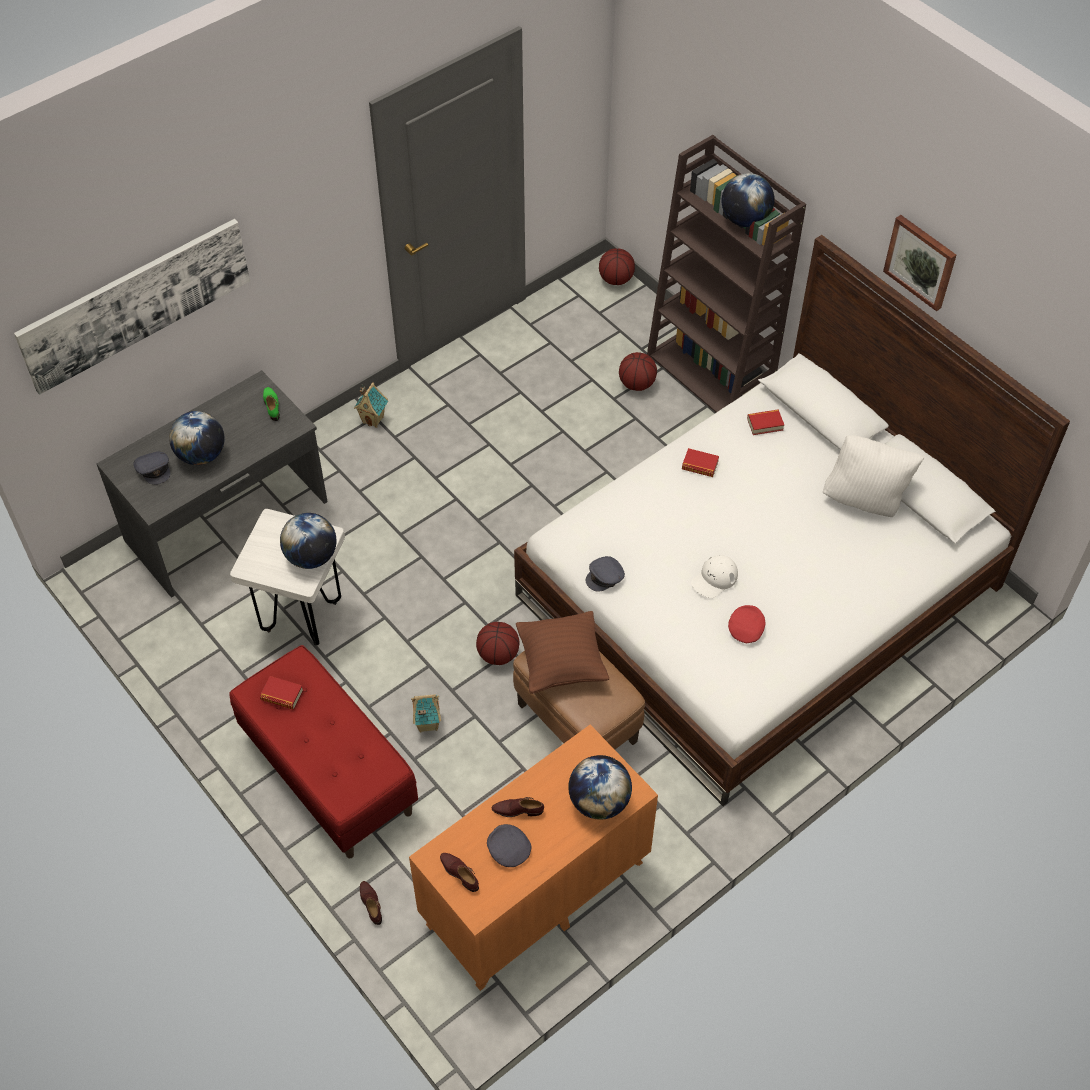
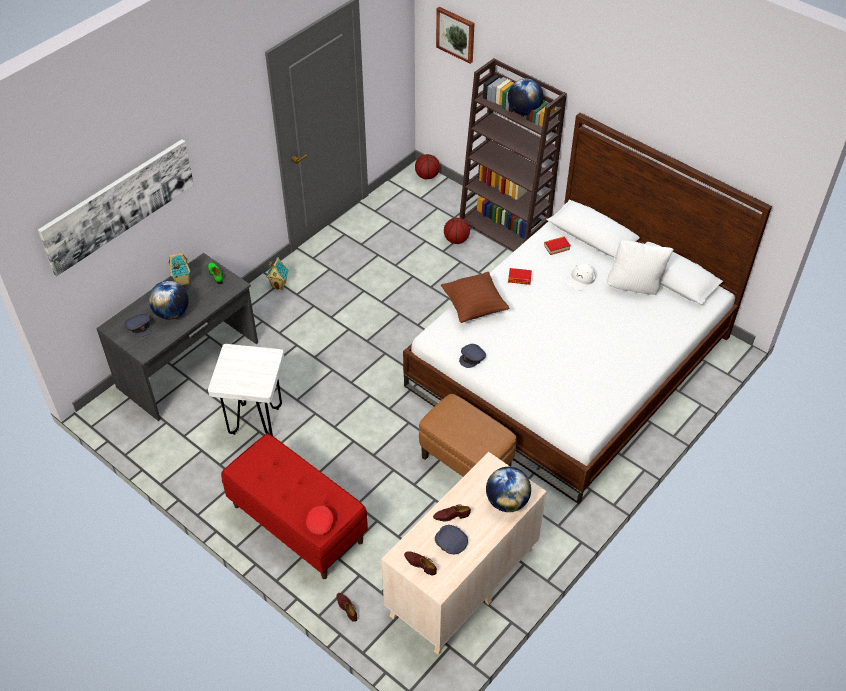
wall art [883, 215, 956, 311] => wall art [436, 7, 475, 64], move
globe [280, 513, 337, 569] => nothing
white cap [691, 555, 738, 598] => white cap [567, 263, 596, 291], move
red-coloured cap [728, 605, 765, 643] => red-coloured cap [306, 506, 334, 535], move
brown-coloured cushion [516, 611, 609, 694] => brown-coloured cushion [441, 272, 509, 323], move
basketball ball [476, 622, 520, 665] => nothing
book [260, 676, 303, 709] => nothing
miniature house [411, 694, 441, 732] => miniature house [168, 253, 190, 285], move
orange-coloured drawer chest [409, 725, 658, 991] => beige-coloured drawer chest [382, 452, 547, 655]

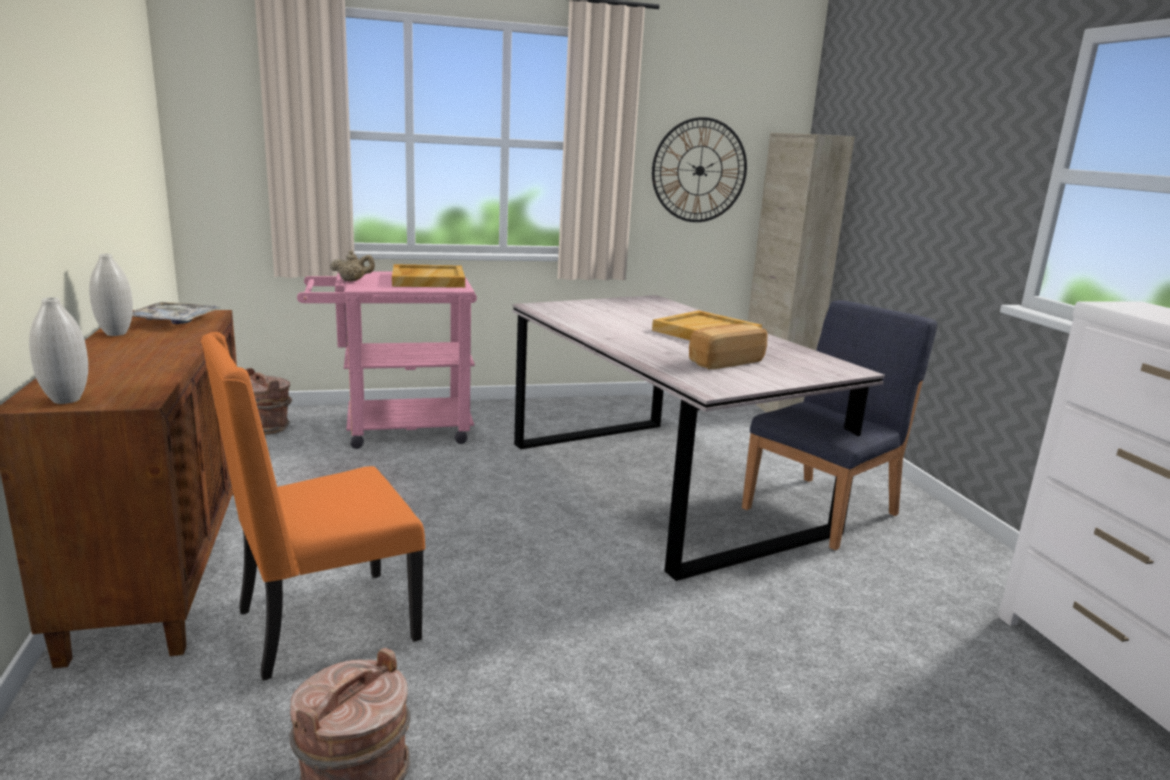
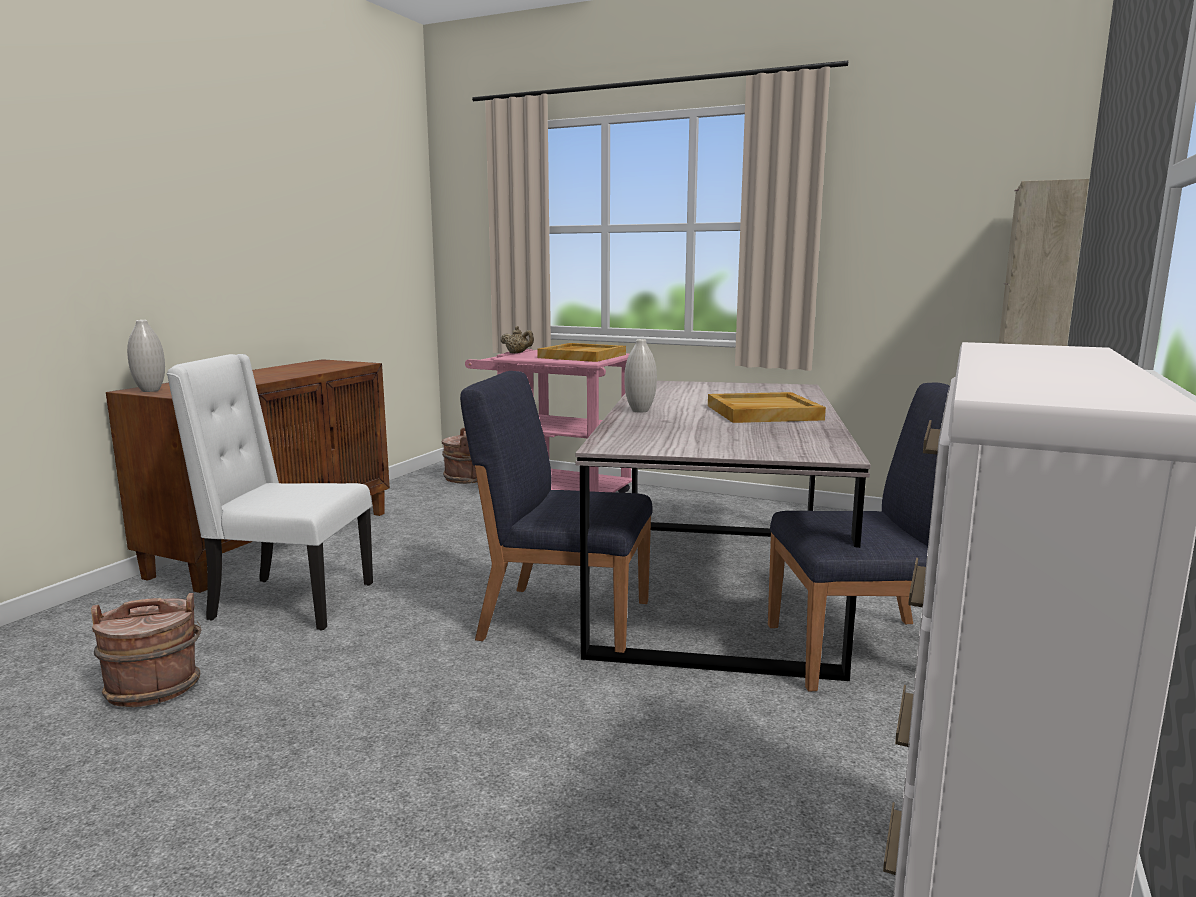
wall clock [652, 117, 747, 222] => nothing
white flower vase [89, 254, 133, 336] => white flower vase [624, 339, 657, 413], move
carrying tray [132, 302, 220, 324] => nothing
baked bread [689, 324, 767, 369] => nothing
orange-coloured upright chair [201, 332, 425, 681] => white upright chair [167, 354, 373, 630]
nothing => blue upright chair [460, 371, 653, 653]

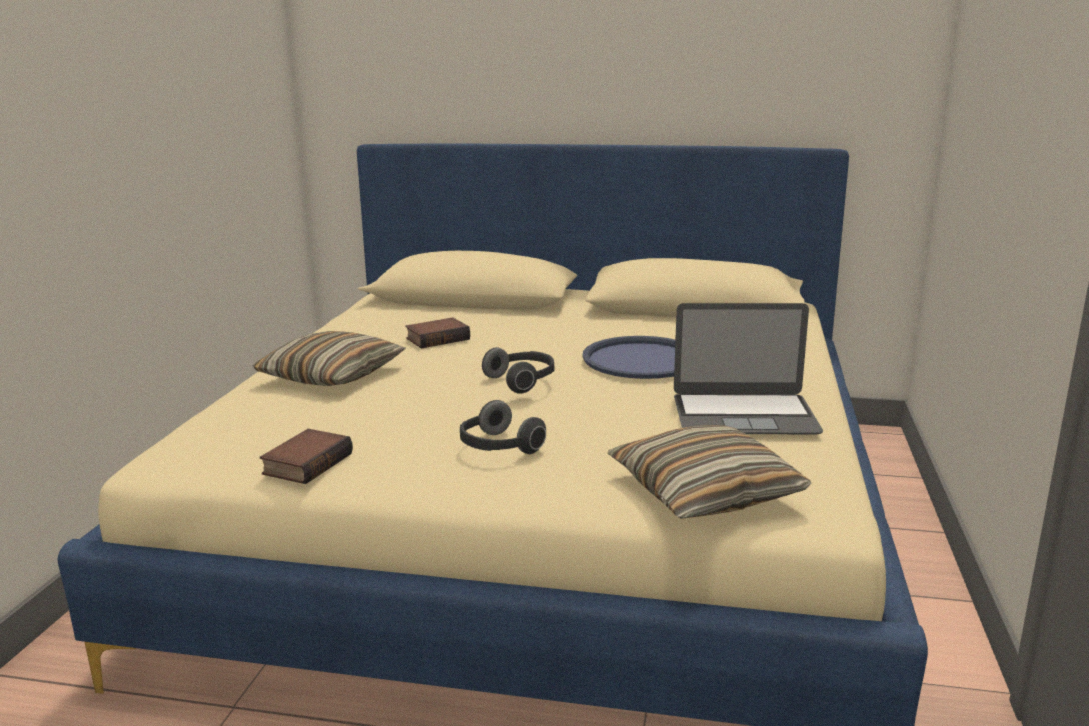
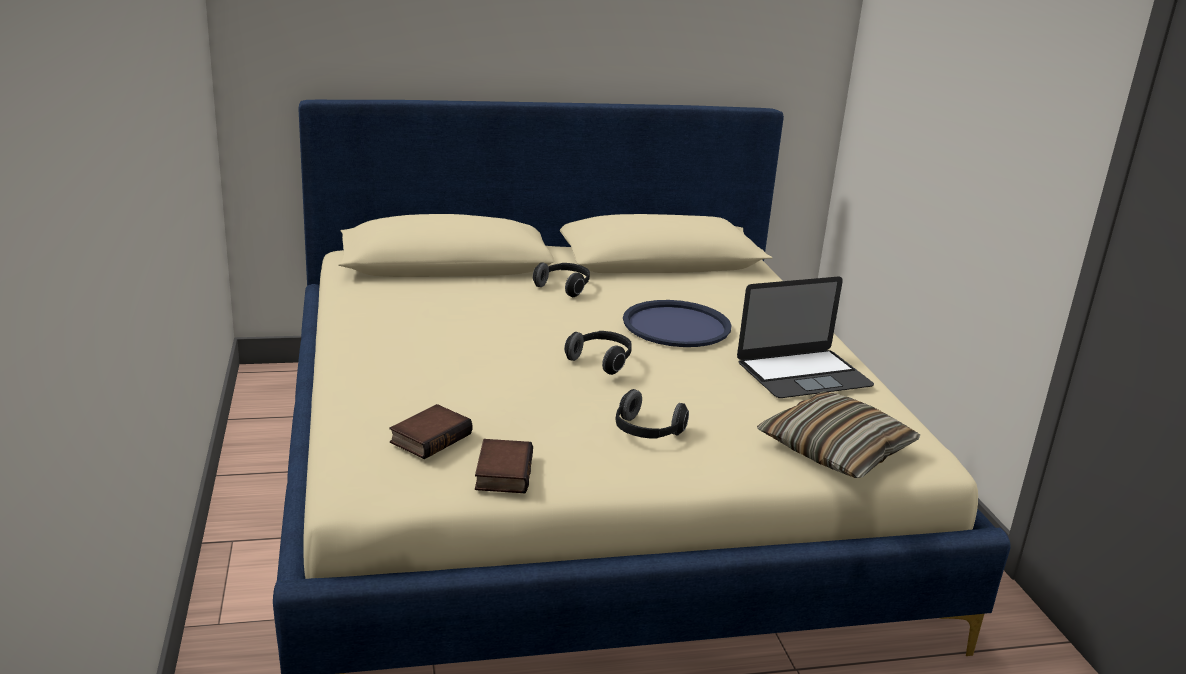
book [405, 318, 470, 349] => book [390, 404, 472, 459], move
cushion [252, 331, 406, 386] => nothing
nothing => headphones [533, 262, 590, 297]

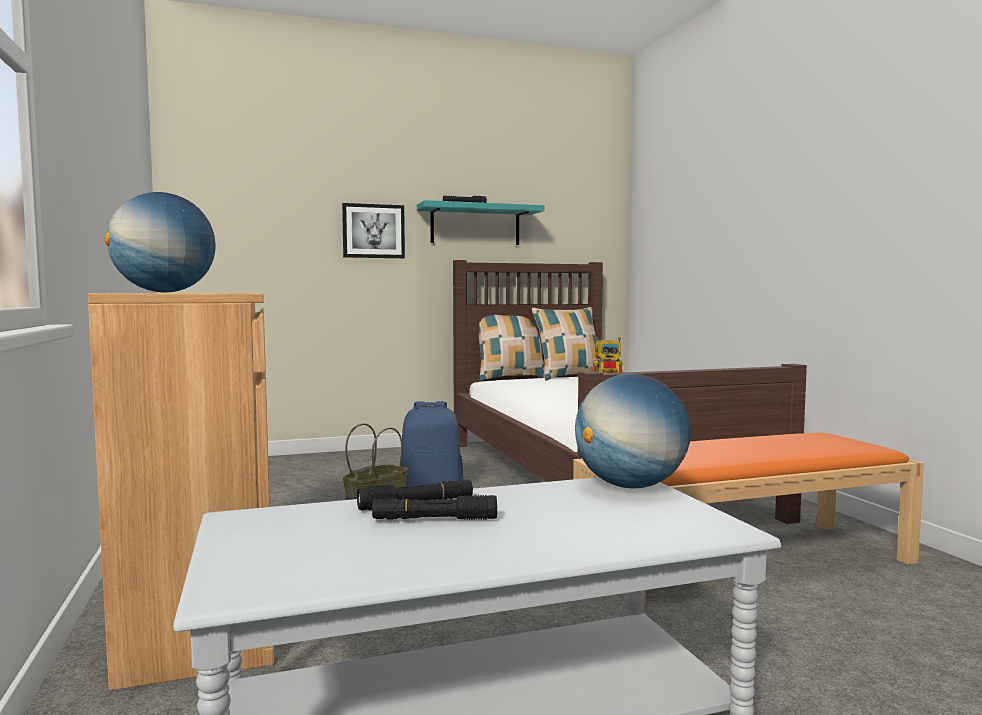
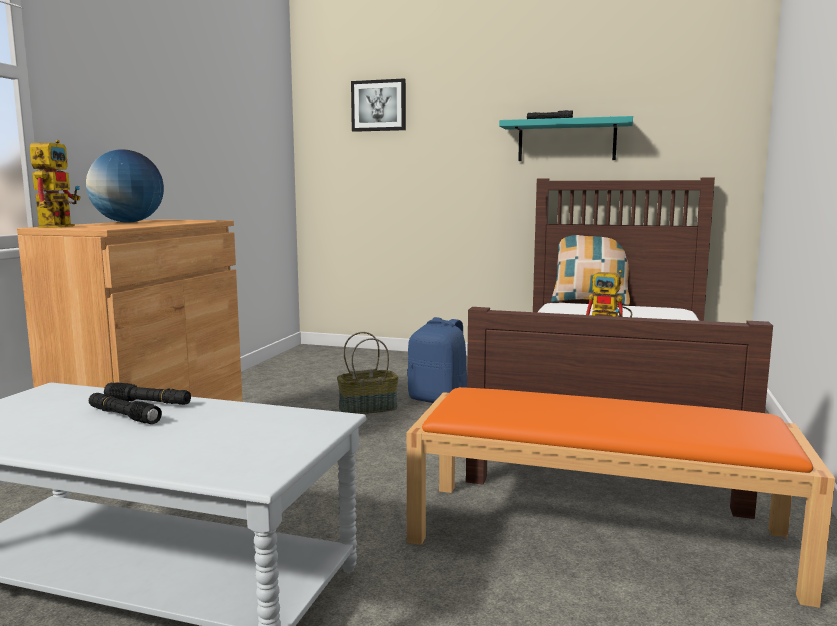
wall art [342, 203, 405, 258] => wall art [351, 78, 406, 132], move
cushion [532, 307, 601, 380] => nothing
globe [575, 374, 691, 489] => nothing
nothing => toy robot [30, 140, 81, 227]

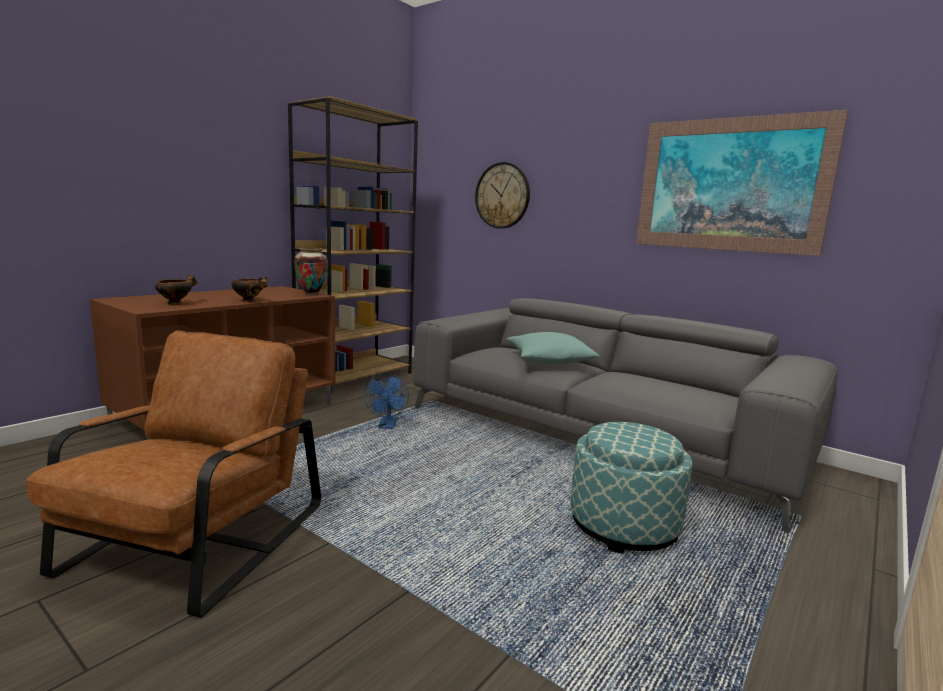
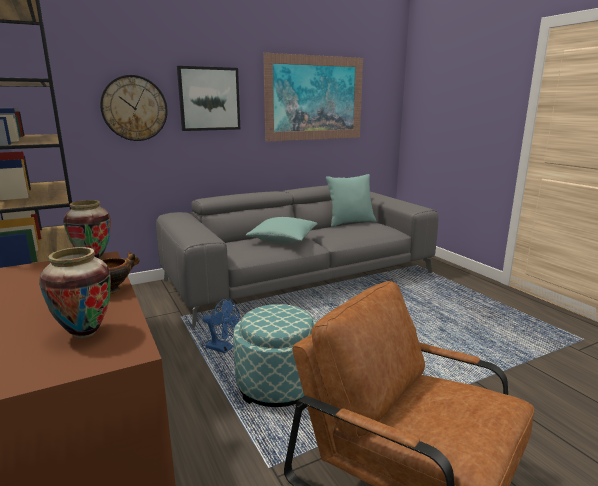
deep dish [155, 275, 197, 305] => flower vase [39, 247, 111, 339]
pouffe [571, 422, 693, 554] => pouffe [233, 304, 317, 407], move
nothing => wall art [177, 66, 240, 131]
nothing => turquoise cushion [326, 174, 376, 227]

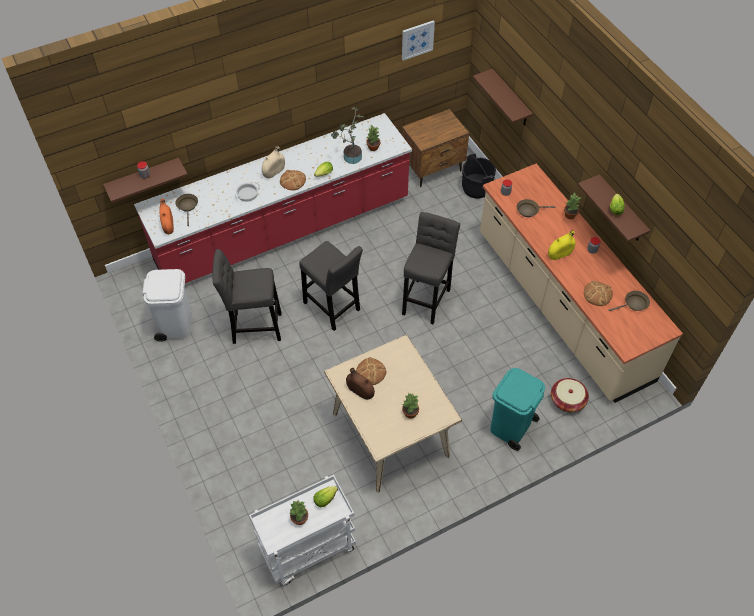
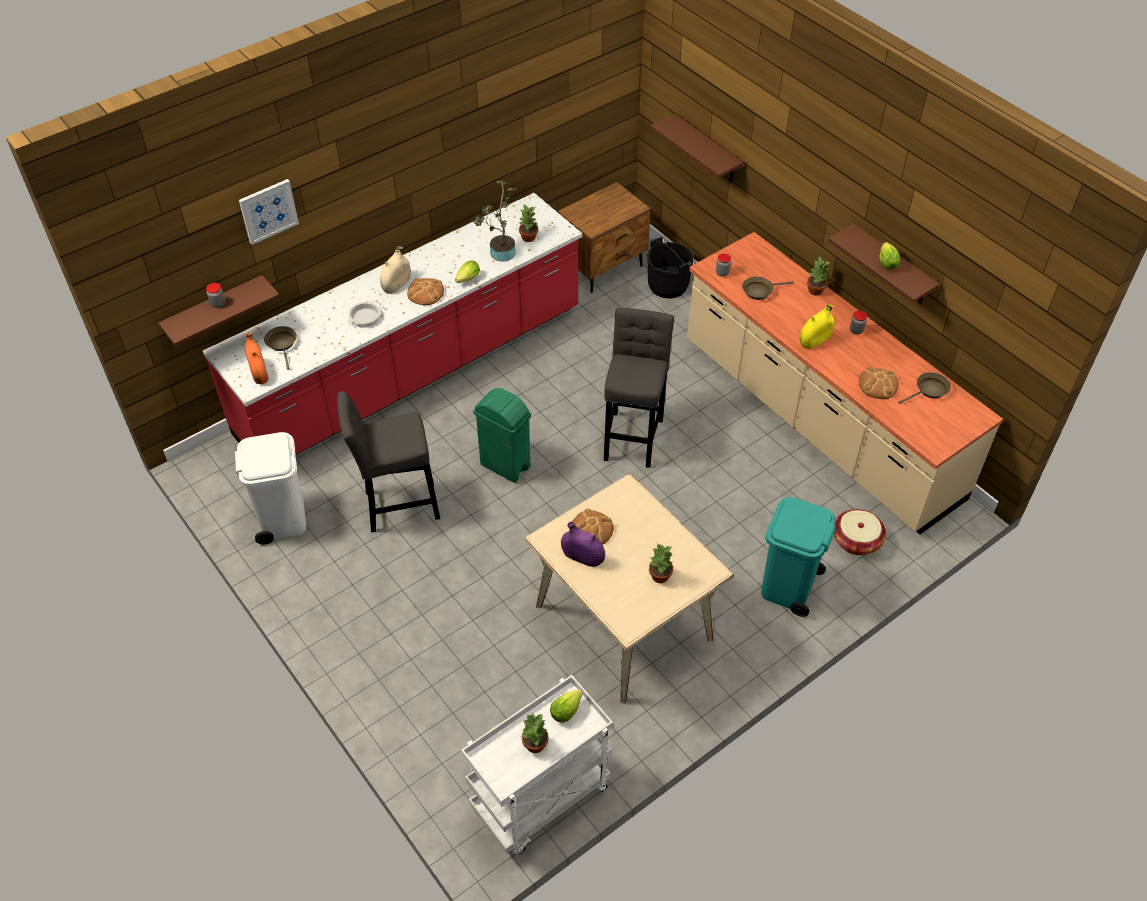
wall art [402, 20, 435, 61] => wall art [239, 179, 299, 245], move
greyish stool [299, 241, 363, 331] => green rubbish bin [473, 388, 531, 483]
brown-coloured flower vase [346, 368, 375, 400] => purple-coloured flower vase [561, 522, 605, 567]

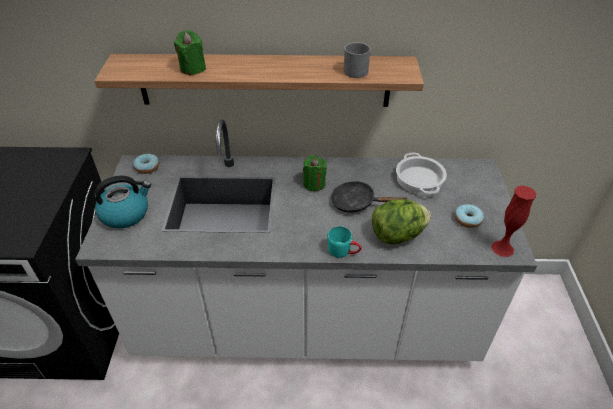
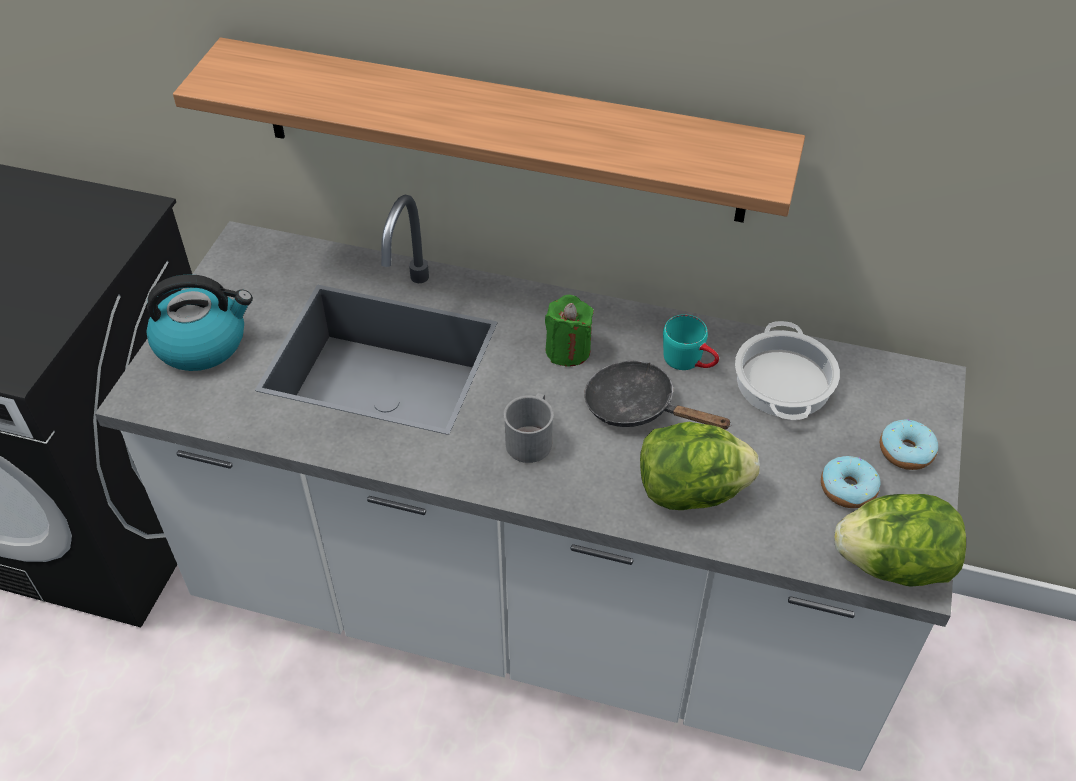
green candle [174, 30, 206, 75] => nothing
greyish tea mug [343, 42, 371, 78] => greyish tea mug [503, 393, 554, 463], move
donut [133, 154, 159, 174] => donut [880, 419, 938, 470], move
red-coloured flower vase [491, 186, 536, 257] => lettuce [834, 494, 966, 586]
turquoise tea mug [327, 226, 362, 258] => turquoise tea mug [663, 314, 719, 370], move

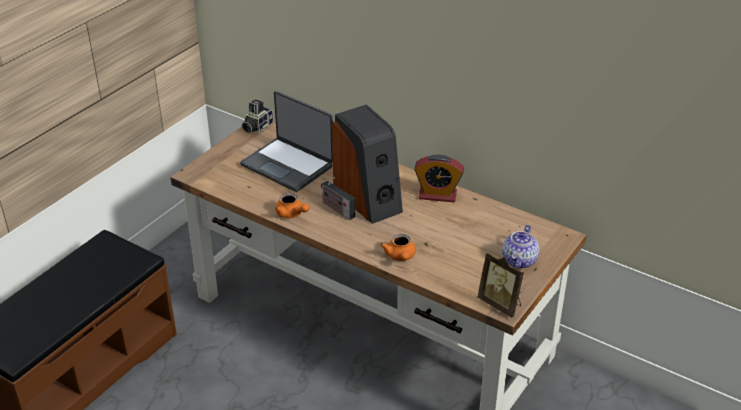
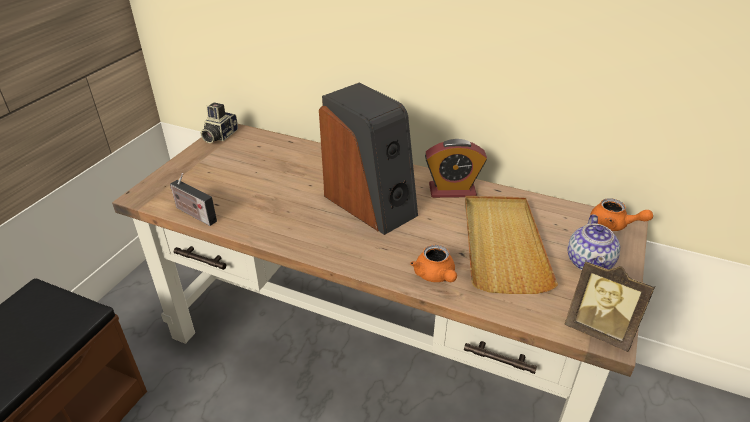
laptop [240, 91, 333, 192] => nothing
radio receiver [321, 177, 355, 220] => radio receiver [170, 173, 217, 226], move
orange-coloured pot for tea [275, 193, 309, 218] => orange-coloured pot for tea [590, 198, 653, 231], move
nothing => beige-coloured carrying tray [465, 196, 558, 294]

